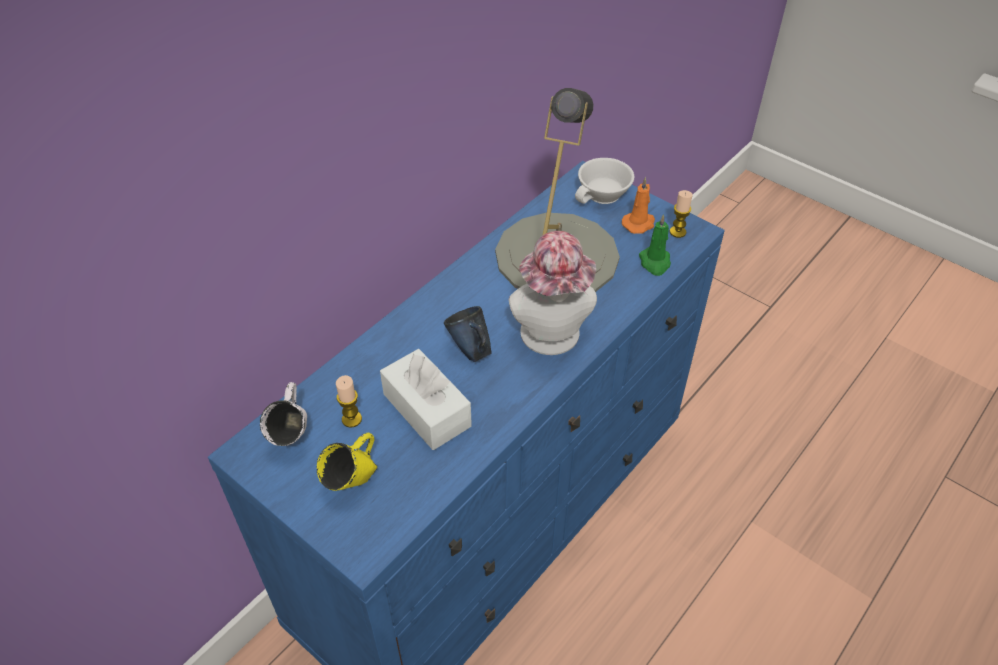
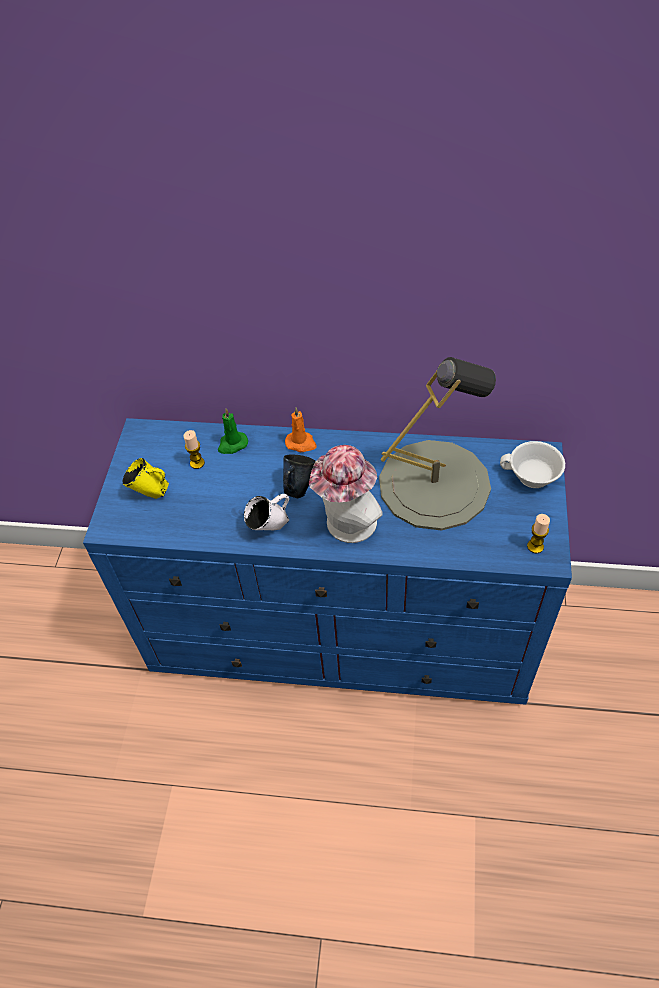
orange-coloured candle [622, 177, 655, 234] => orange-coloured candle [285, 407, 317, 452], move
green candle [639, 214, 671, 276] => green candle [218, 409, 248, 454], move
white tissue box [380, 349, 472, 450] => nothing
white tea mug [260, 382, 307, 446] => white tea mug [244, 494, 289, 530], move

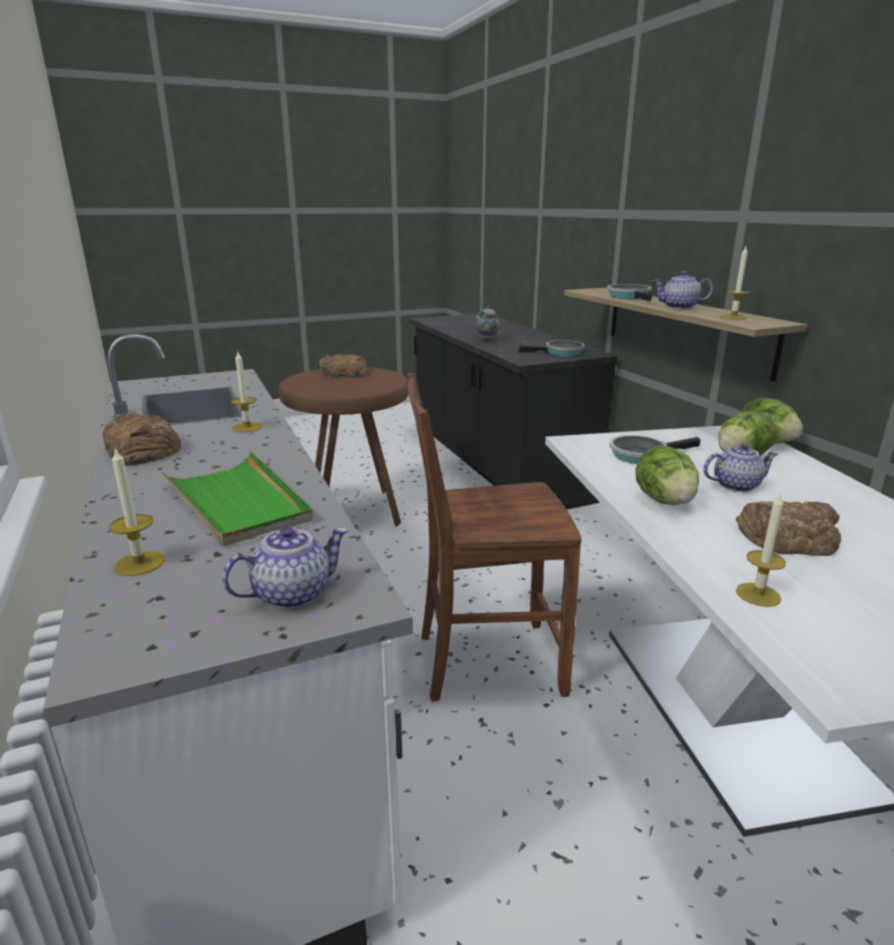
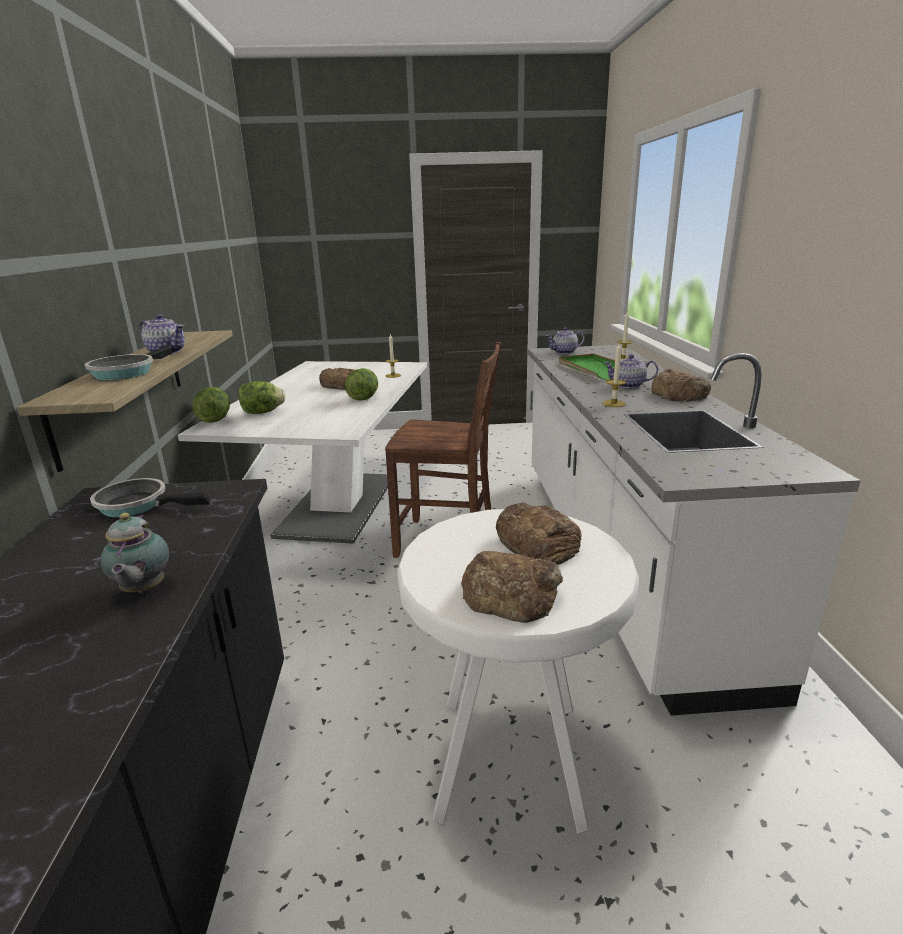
candle [720, 247, 750, 319] => nothing
brown-coloured stool [279, 367, 409, 527] => white stool [397, 509, 639, 833]
pan [610, 435, 700, 464] => nothing
pot for tea [703, 443, 778, 492] => pot for tea [604, 354, 658, 388], move
nothing => baked bread [496, 502, 582, 565]

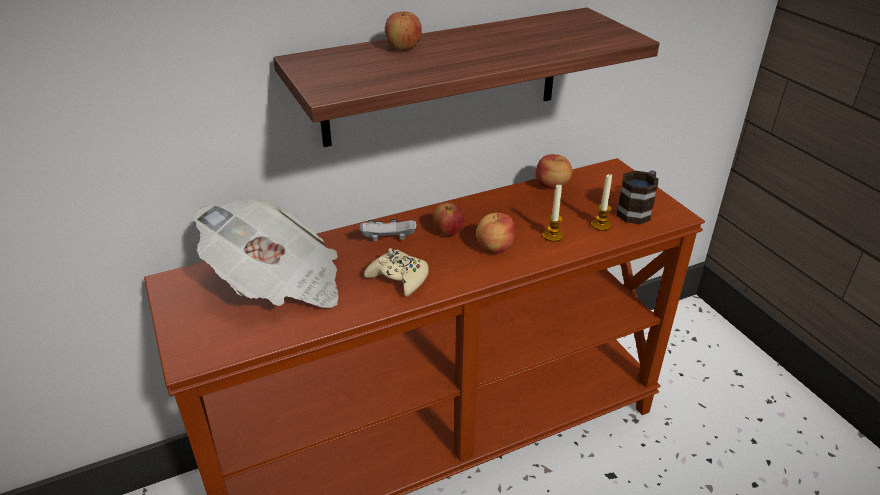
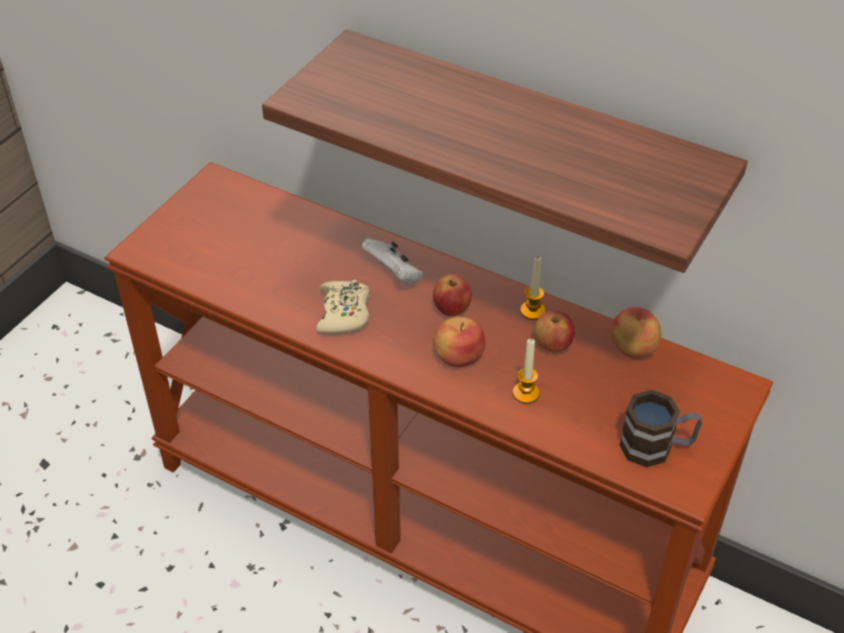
apple [385, 12, 422, 51] => apple [534, 310, 575, 353], move
candle [591, 173, 612, 231] => candle [520, 257, 546, 320], move
daily paper [194, 199, 338, 308] => nothing

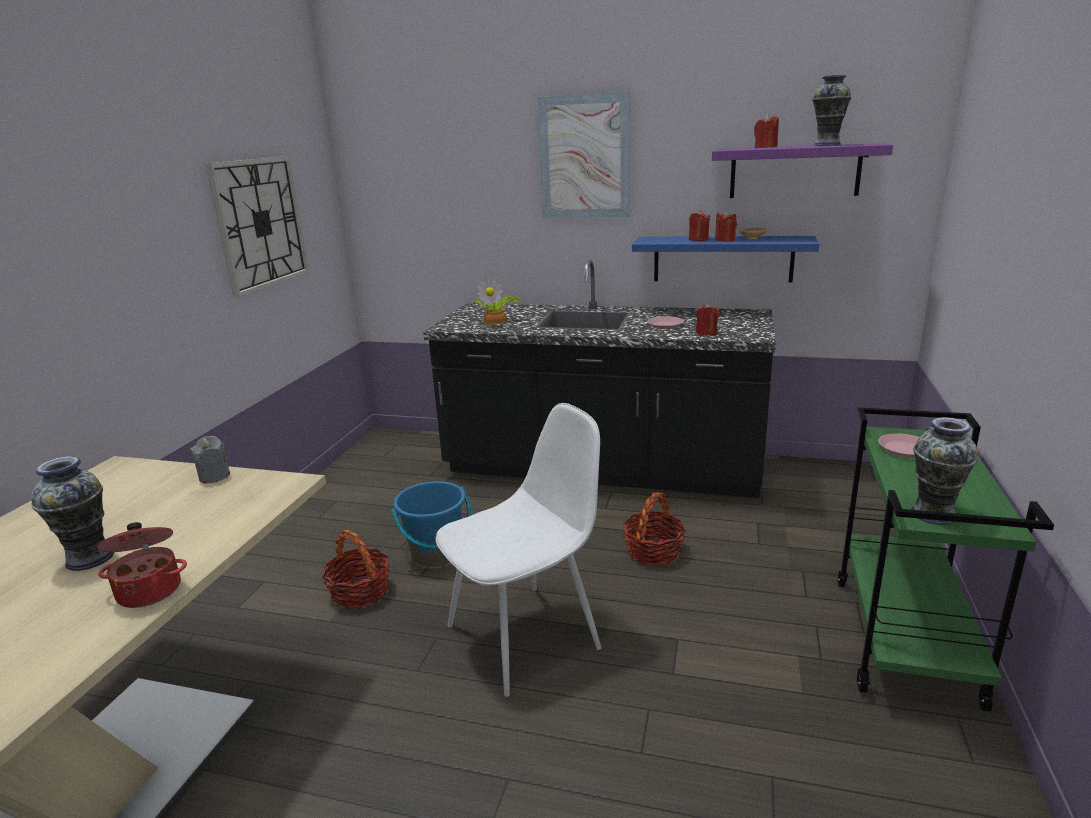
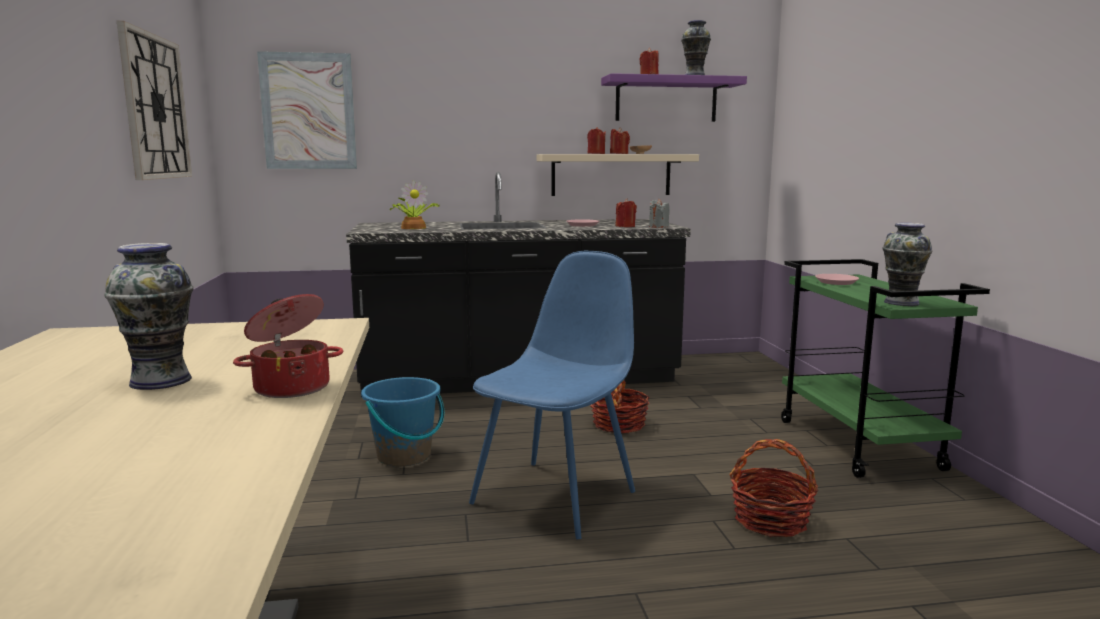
wall art [538, 92, 630, 218] => wall art [257, 51, 357, 169], move
blue shelf [632, 236, 819, 283] => beige-coloured shelf [536, 154, 699, 196]
white upright chair [436, 403, 601, 697] => blue upright chair [469, 251, 635, 539]
greyish candle [190, 436, 230, 484] => greyish candle [649, 198, 670, 228], move
basket [322, 530, 390, 609] => basket [729, 439, 818, 537], move

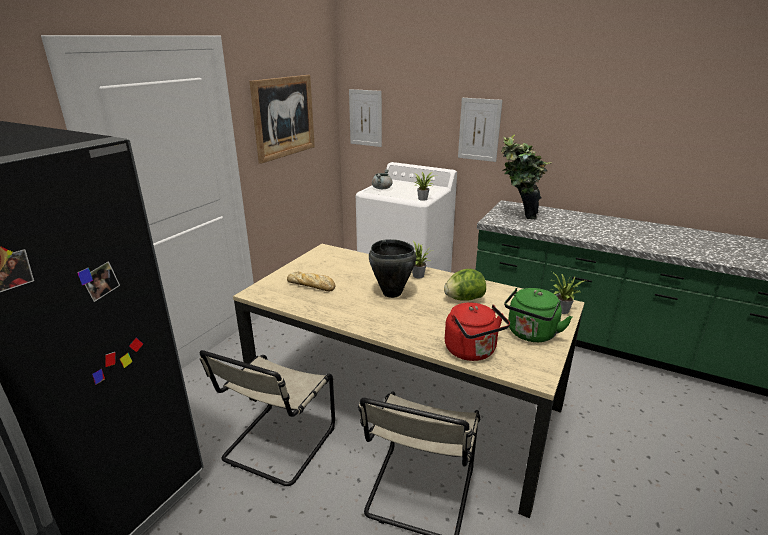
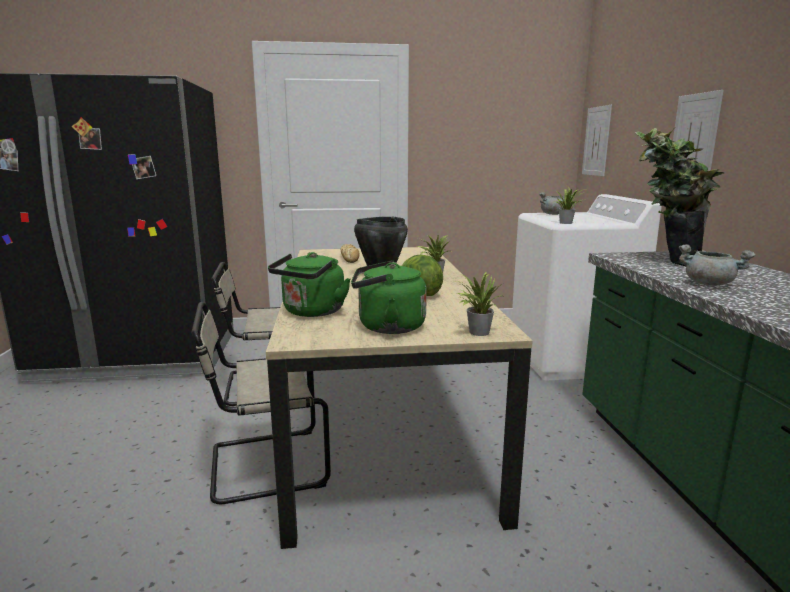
wall art [249, 75, 315, 164] => nothing
red-coloured tea kettle [445, 303, 510, 361] => green tea kettle [268, 252, 351, 317]
nothing => greyish stockpot [679, 244, 756, 286]

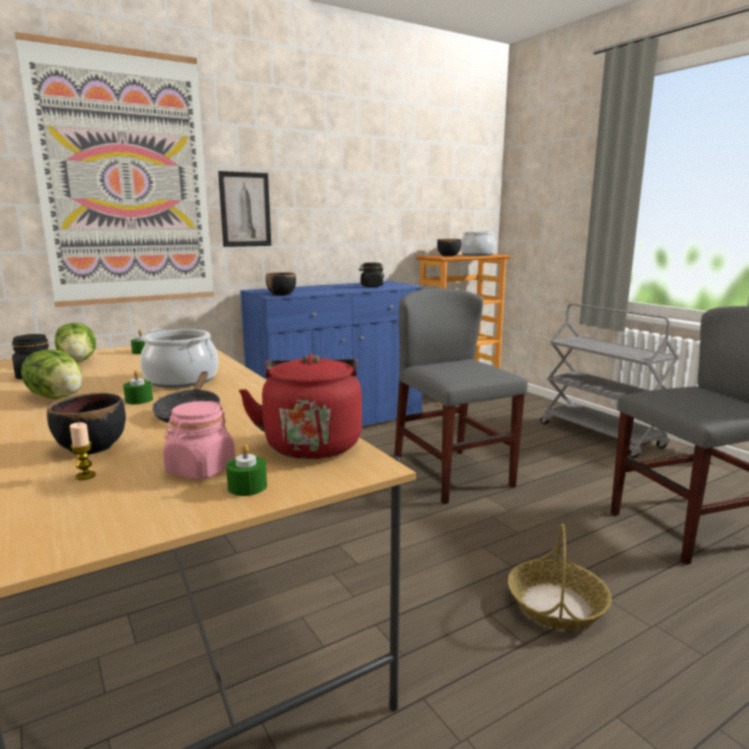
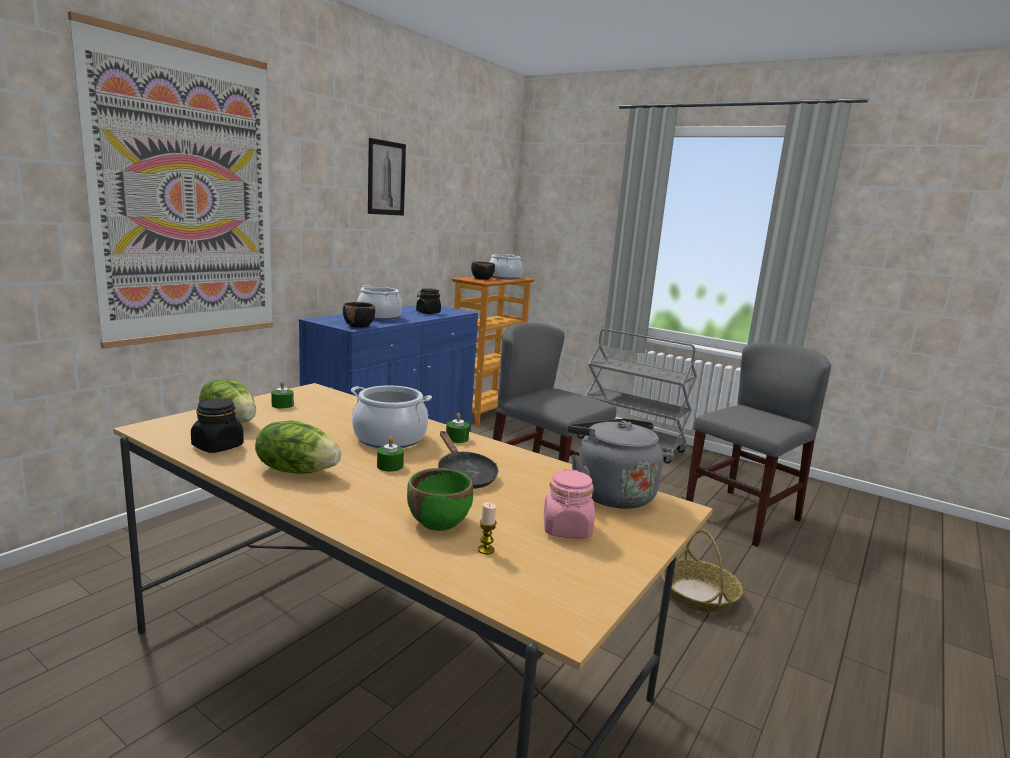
wall art [218, 171, 271, 247] => wall art [368, 138, 406, 216], move
red-coloured tea kettle [239, 354, 362, 459] => greyish tea kettle [567, 418, 663, 509]
black-coloured deep dish [47, 393, 126, 455] => green deep dish [407, 468, 473, 531]
green candle [226, 444, 267, 496] => green candle [446, 413, 469, 443], move
nothing => stockpot [357, 285, 402, 320]

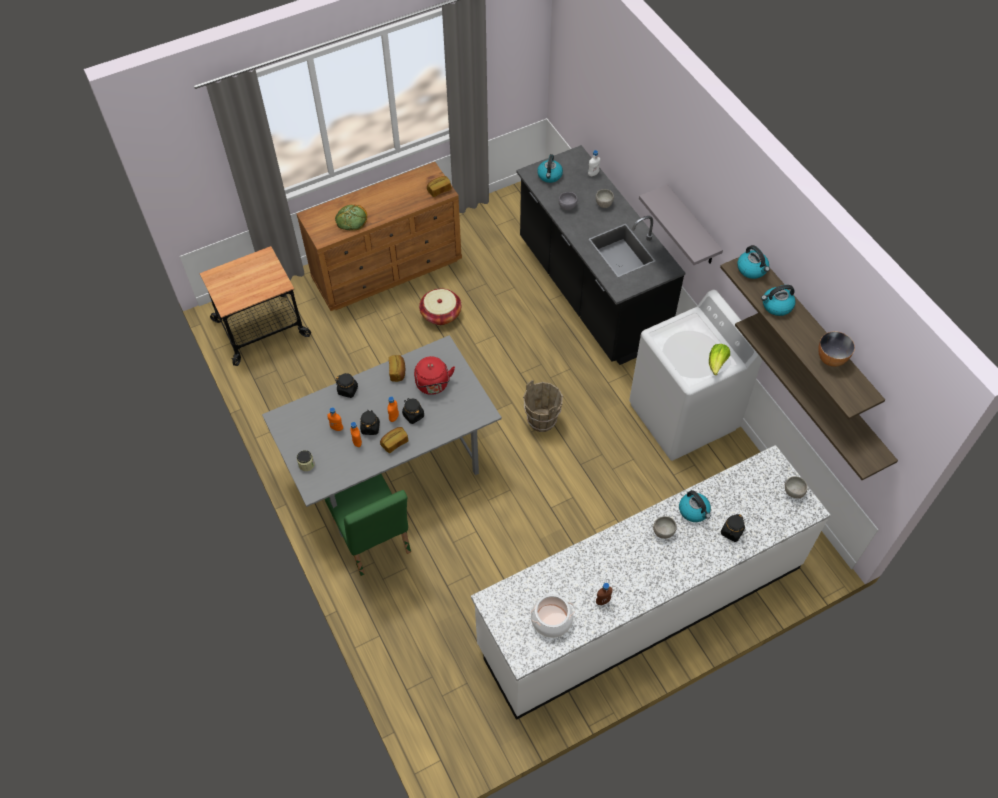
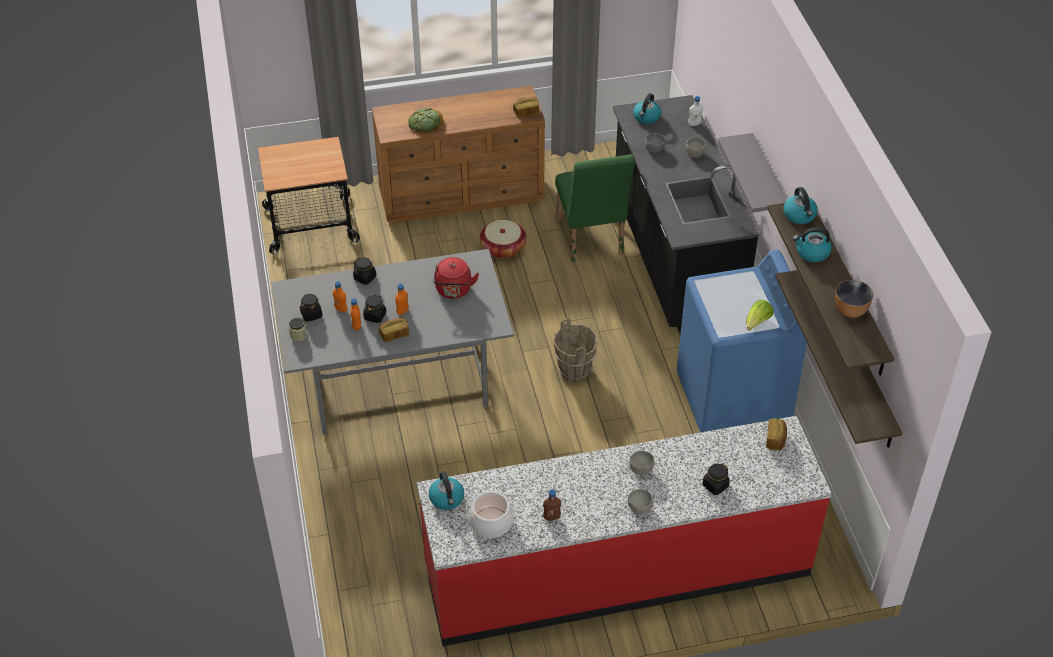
white laundry machine [629, 289, 763, 461] => blue laundry machine [677, 250, 807, 433]
baked bread [389, 355, 405, 382] => baked bread [766, 418, 787, 450], move
black-coloured storage jar [402, 398, 424, 424] => black-coloured storage jar [300, 293, 322, 322], move
white kitchen counter [471, 445, 831, 720] => red-coloured kitchen counter [417, 416, 832, 646]
green upright chair [325, 474, 411, 576] => green upright chair [555, 154, 635, 262], move
greyish deep dish [785, 476, 808, 498] => greyish deep dish [628, 489, 653, 515], move
tea kettle [679, 490, 711, 522] => tea kettle [429, 472, 464, 510], move

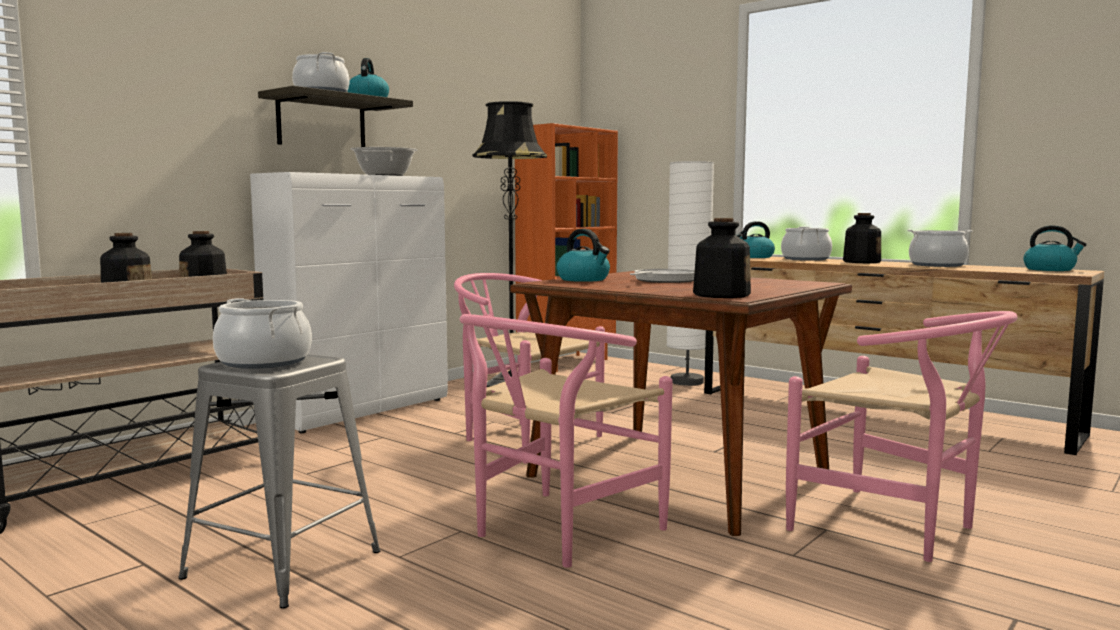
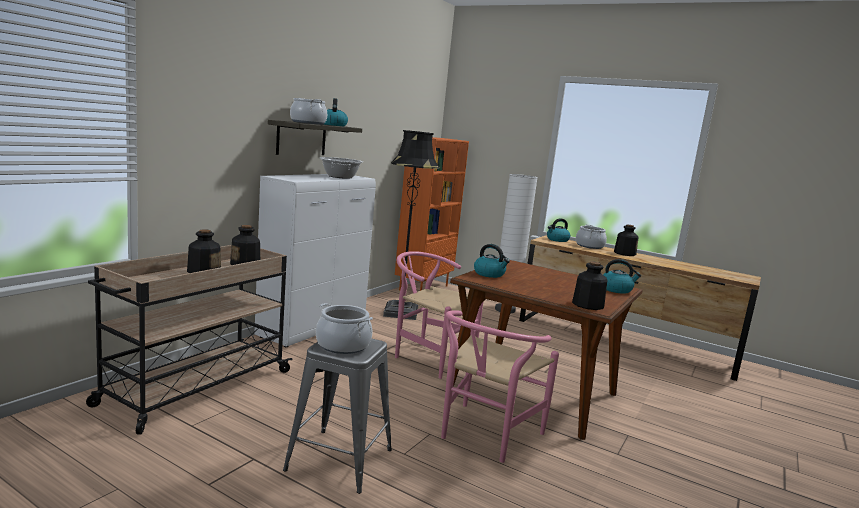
tea kettle [1023, 225, 1087, 271] => tea kettle [603, 259, 641, 294], move
stockpot [907, 230, 973, 267] => nothing
pan [630, 269, 695, 283] => nothing
pink-coloured upright chair [786, 311, 1018, 562] => nothing

